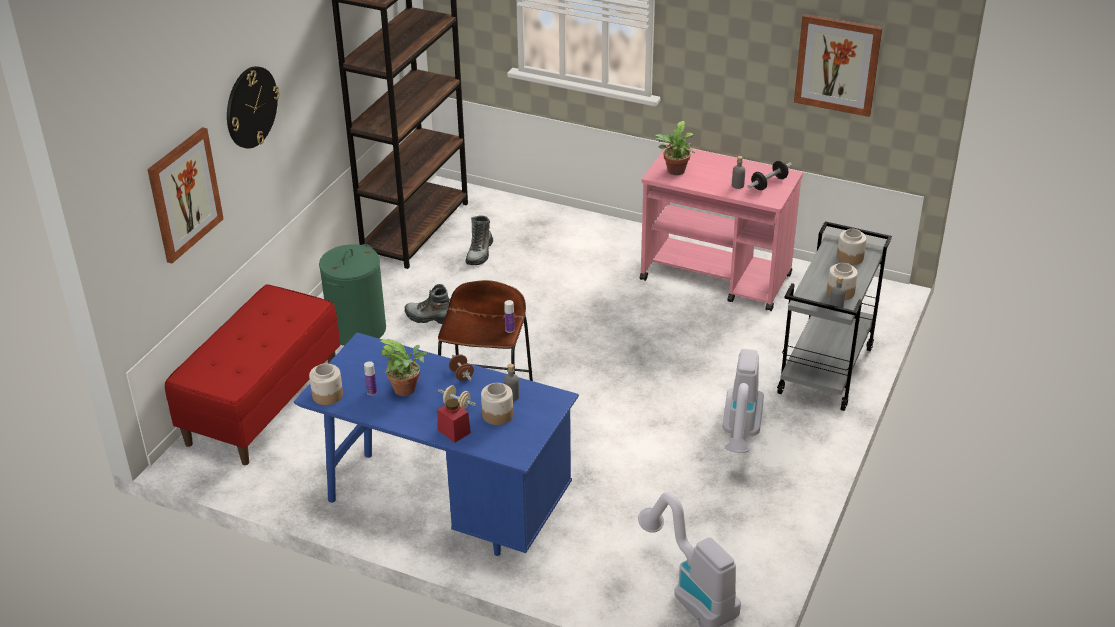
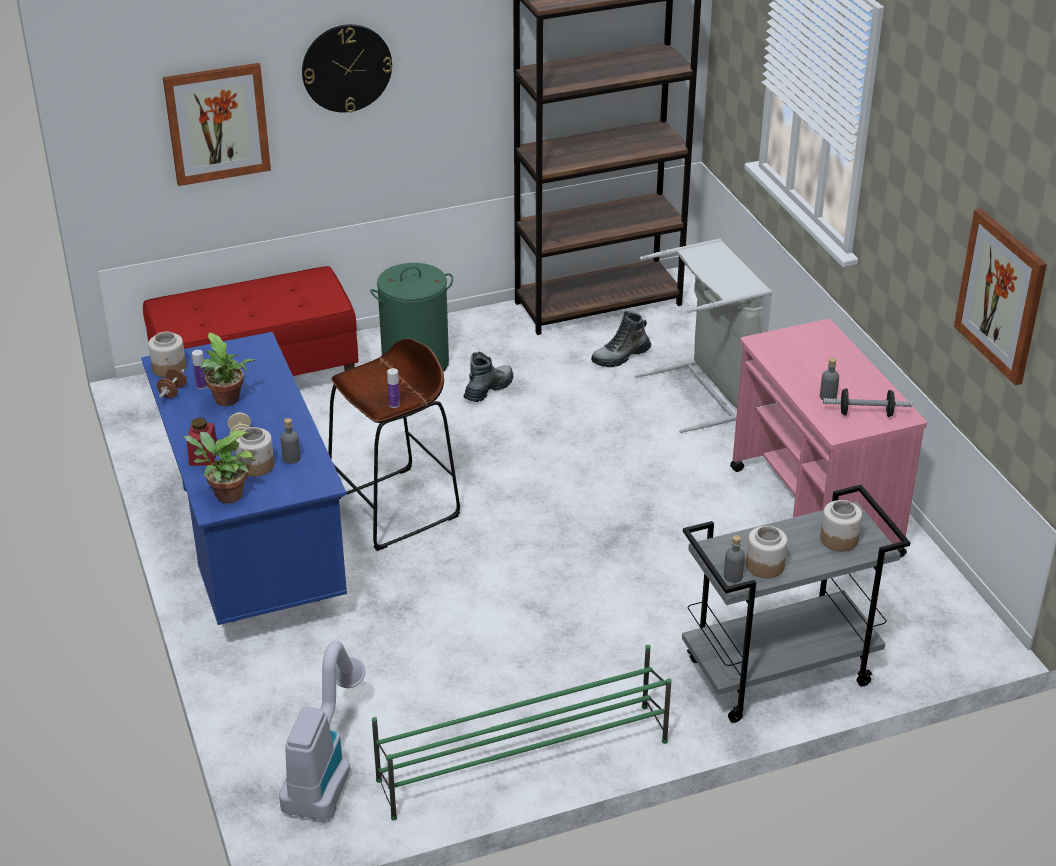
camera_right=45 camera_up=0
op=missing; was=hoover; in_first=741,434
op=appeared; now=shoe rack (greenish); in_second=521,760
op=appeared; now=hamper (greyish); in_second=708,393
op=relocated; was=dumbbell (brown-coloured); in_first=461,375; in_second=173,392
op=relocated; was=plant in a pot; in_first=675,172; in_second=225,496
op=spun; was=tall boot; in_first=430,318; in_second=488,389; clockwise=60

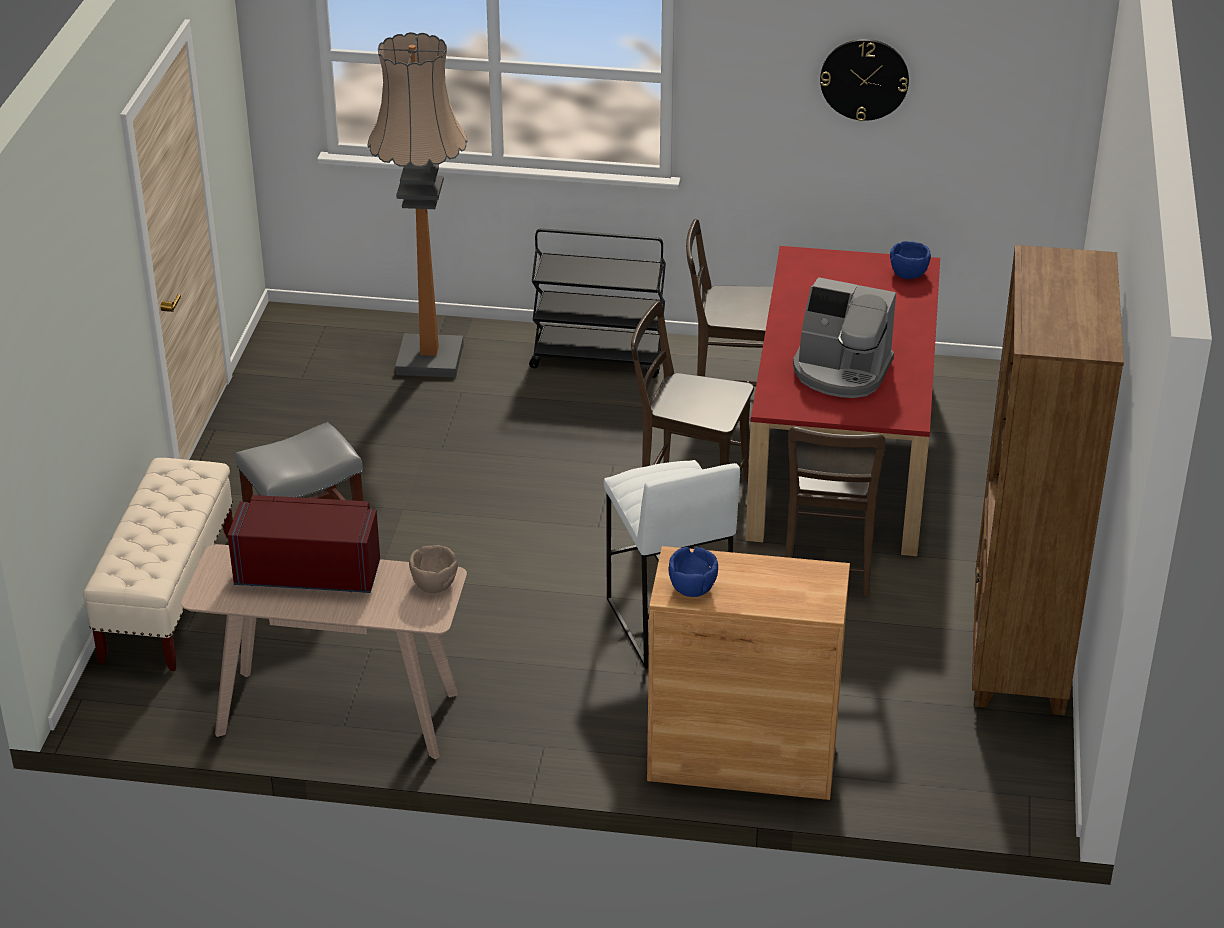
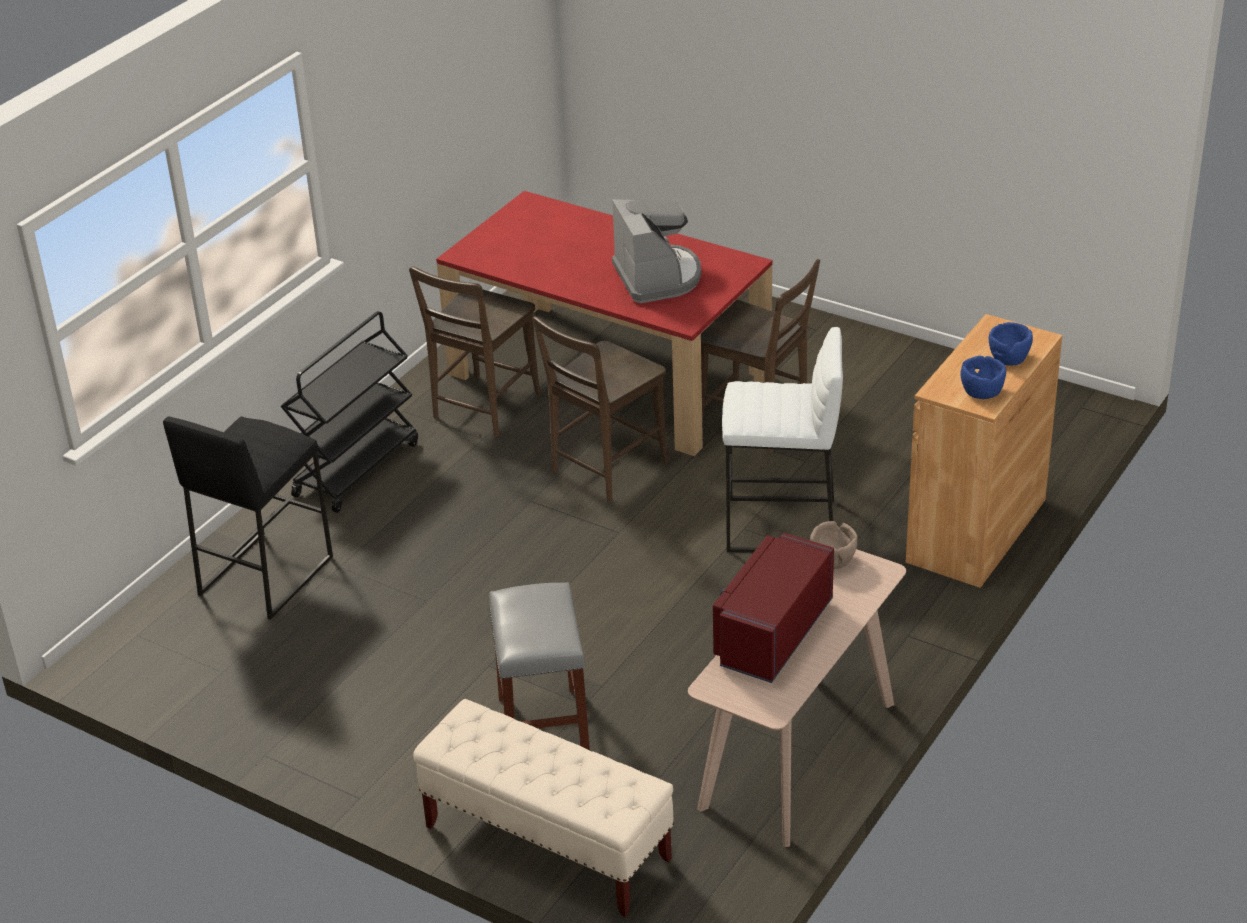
camera_right=-65 camera_up=0
op=missing; was=hanging clock; in_first=864,79
op=missing; was=bookshelf (brown-coloured); in_first=1017,652
op=relocated; was=deep dish (blue); in_first=909,273; in_second=1009,358
op=exchanged; was=standard lamp; now=stool seat (black); in_first=429,359; in_second=265,574
op=spun; was=coffee brewer; in_first=841,371; in_second=657,277; clockwise=-60

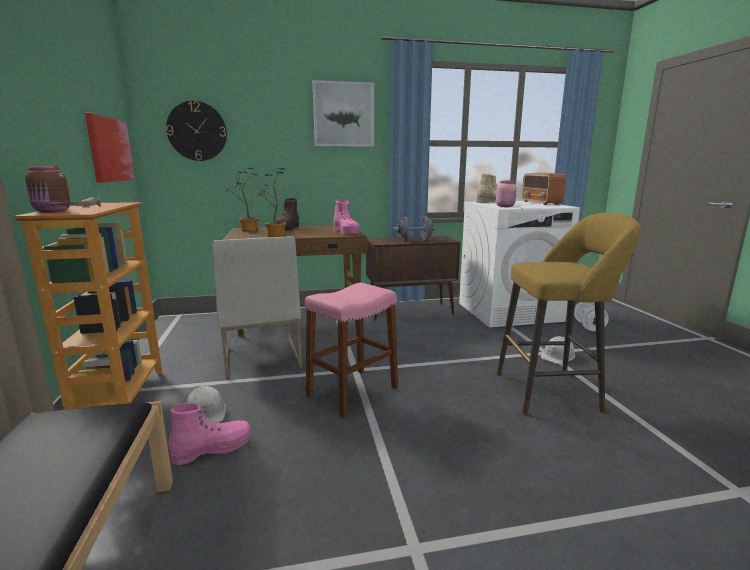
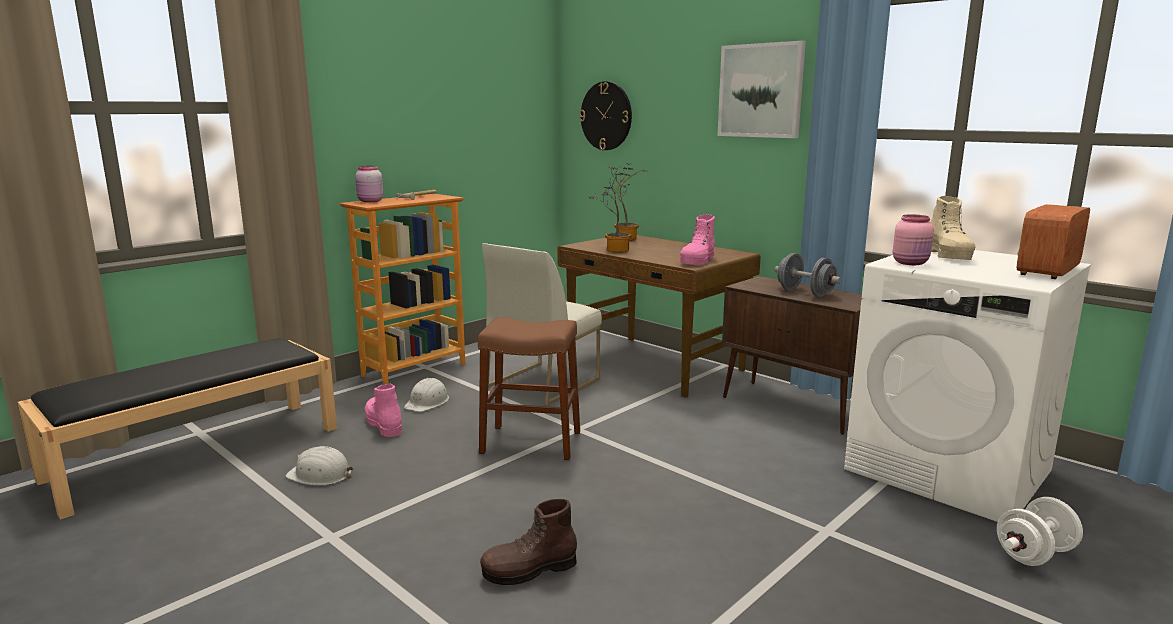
camera_right=55 camera_up=0
op=missing; was=wall picture; in_first=110,150
op=missing; was=stool seat (yellow); in_first=552,391
op=relocated; was=tall boot (brown-coloured); in_first=287,229; in_second=529,570
op=relocated; was=hard hat (white); in_first=558,355; in_second=320,475
op=colour; was=storage jar (brown-coloured); now=storage jar (pink-coloured); in_first=52,211; in_second=370,201
op=colour; was=stool seat (pink-coloured); now=stool seat (brown-coloured); in_first=352,391; in_second=531,442
op=spun; was=tall boot (pink-coloured); in_first=212,449; in_second=383,424; clockwise=-150

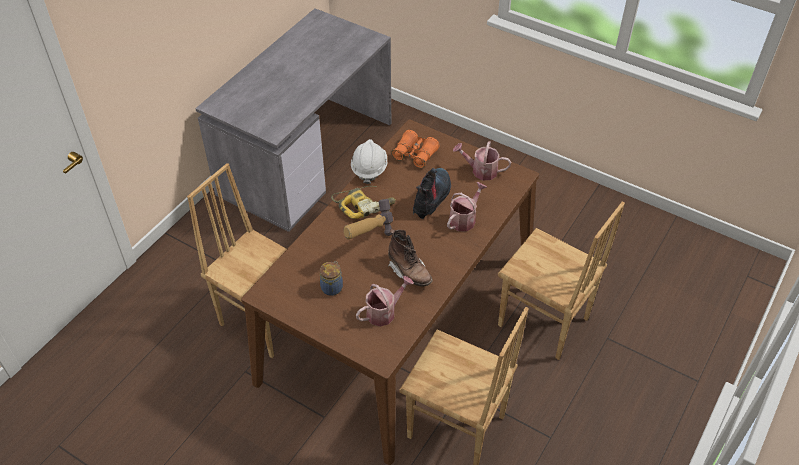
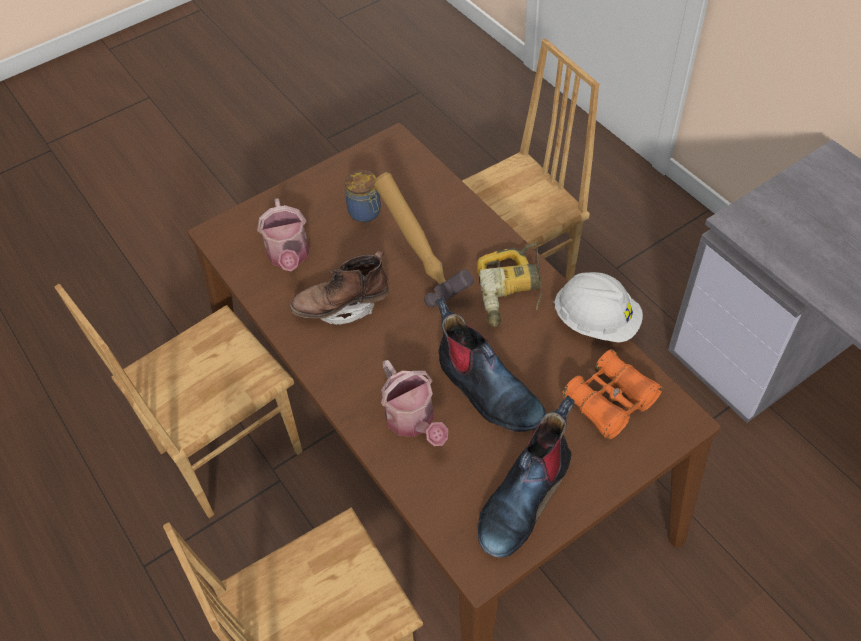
camera_right=115 camera_up=5
op=exchanged; was=watering pot; now=tall boot; in_first=481,171; in_second=524,497

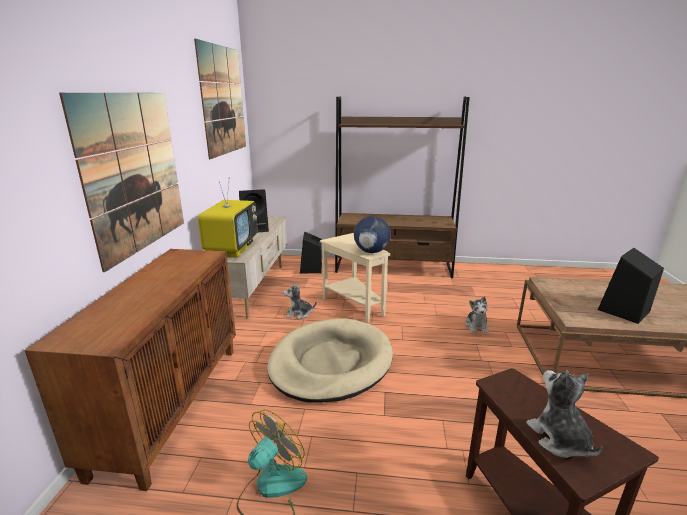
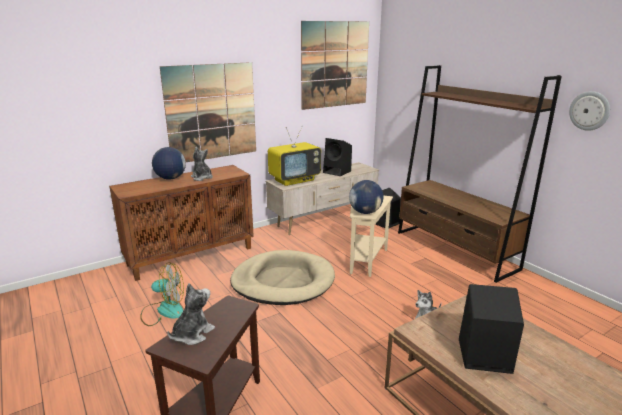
camera_right=50 camera_up=0
op=appeared; now=globe; in_second=170,178
op=appeared; now=hanging clock; in_second=589,111
op=relocated; was=plush toy; in_first=299,314; in_second=202,178

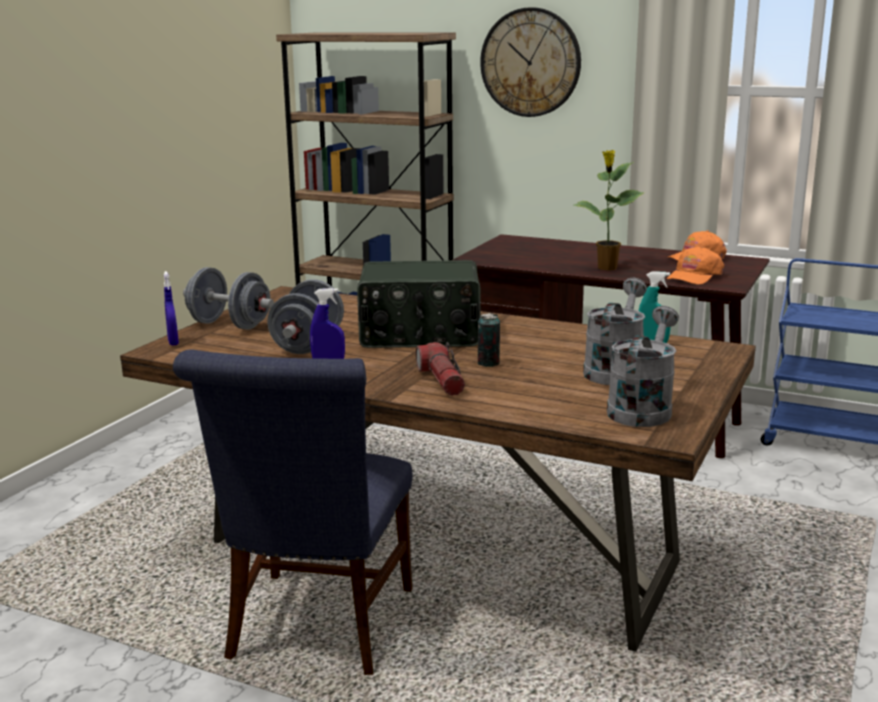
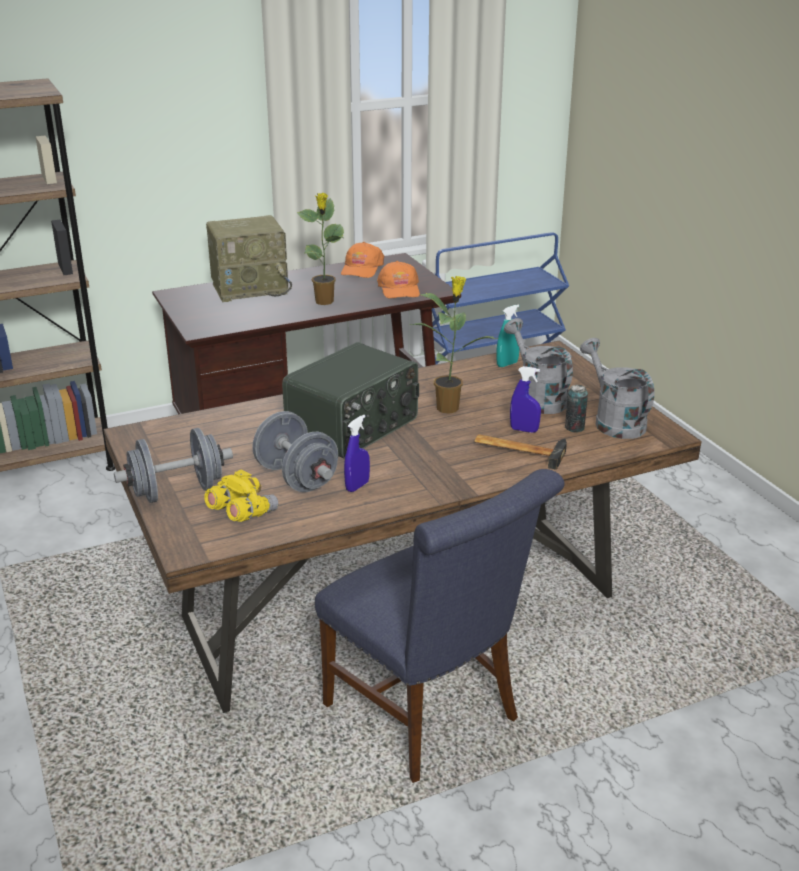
camera_right=-50 camera_up=10
op=missing; was=torch; in_first=442,380
op=missing; was=hanging clock; in_first=530,62
op=appeared; now=binoculars (yellow); in_second=241,513
op=appeared; now=radio set; in_second=251,288
op=appeared; now=plant in a pot; in_second=449,407
op=appeared; now=hand hammer; in_second=519,450
op=relocated; was=spray bottle (blue); in_first=173,342; in_second=524,430
op=relocated; was=sealed can; in_first=488,363; in_second=574,428

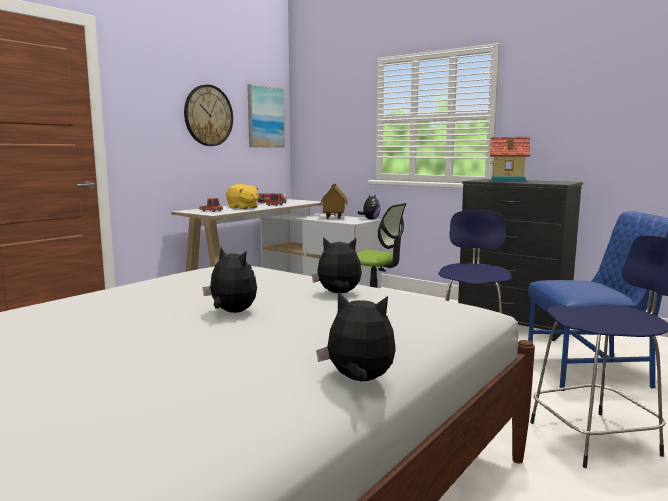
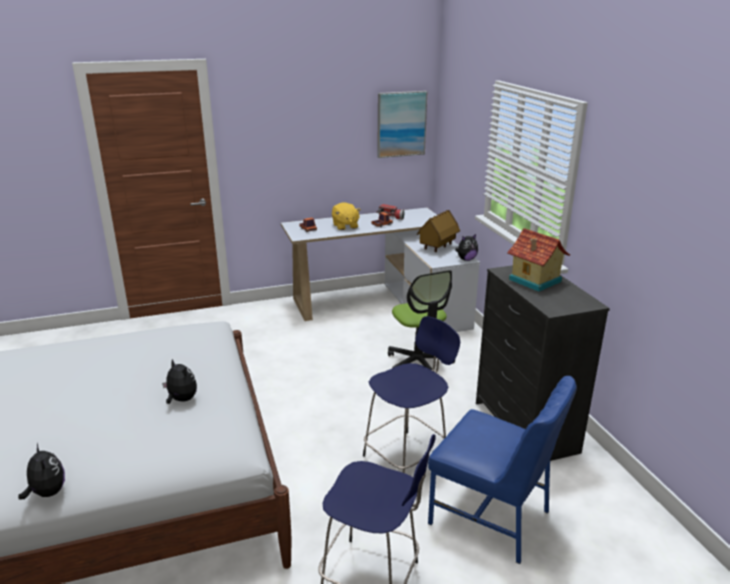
camera_right=35 camera_up=15
op=missing; was=hanging clock; in_first=208,115
op=missing; was=plush toy; in_first=231,312

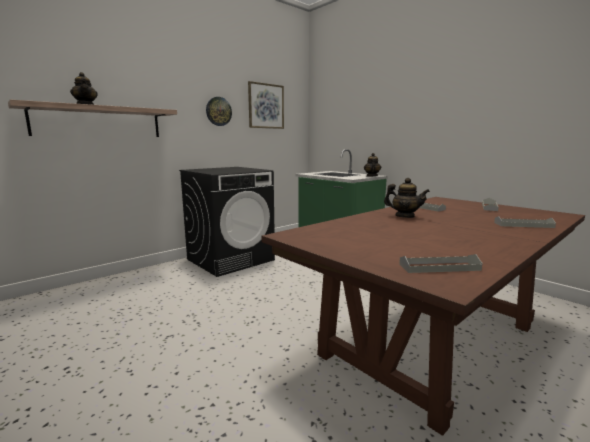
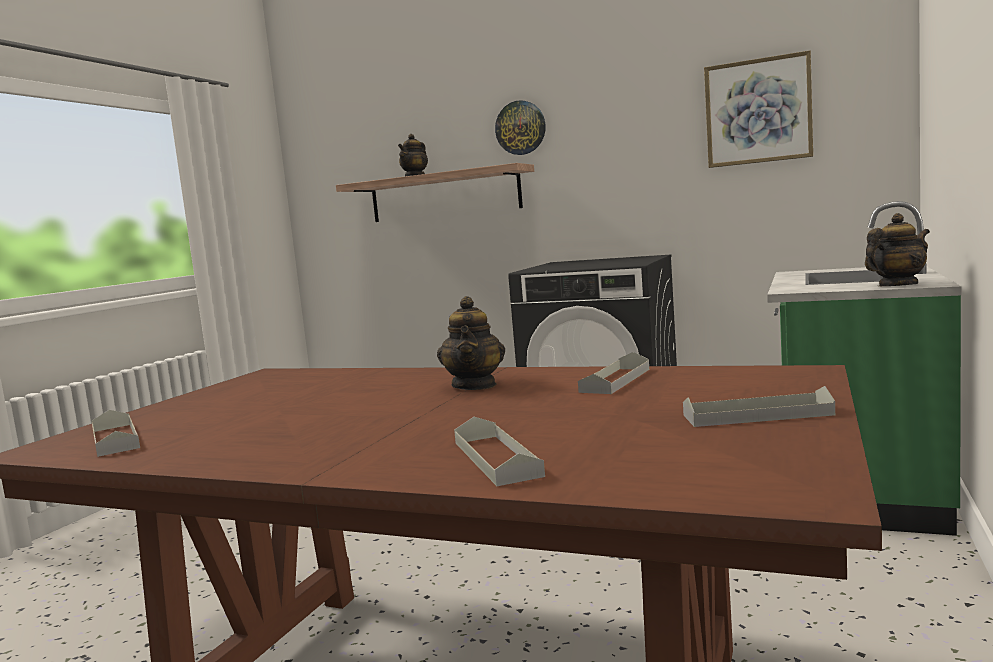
camera_right=65 camera_up=-5
op=relocated; was=hanging clock; in_first=218,111; in_second=520,128

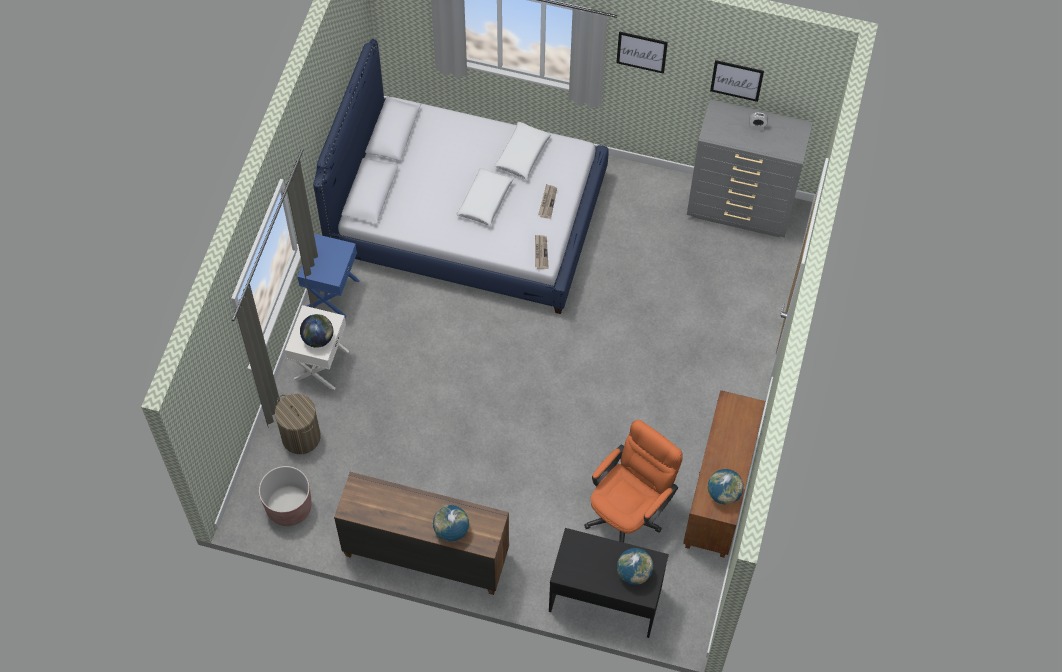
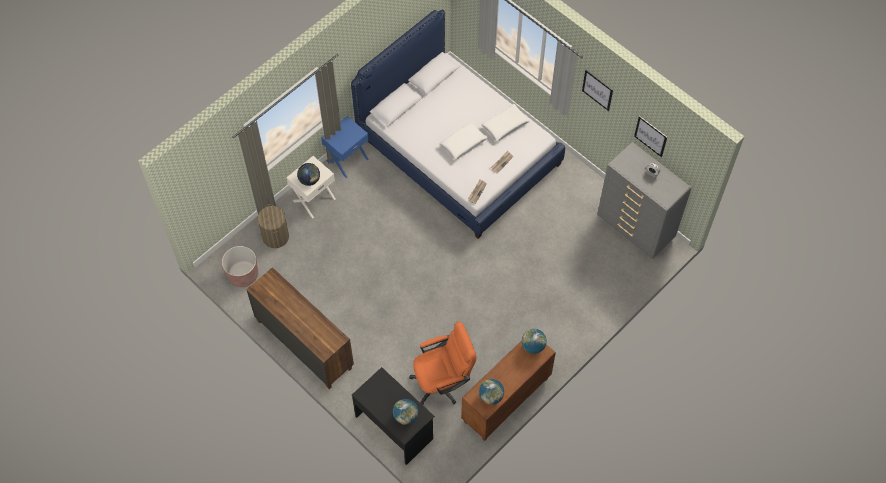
camera_right=30 camera_up=0
op=relocated; was=globe; in_first=451,530; in_second=533,346

